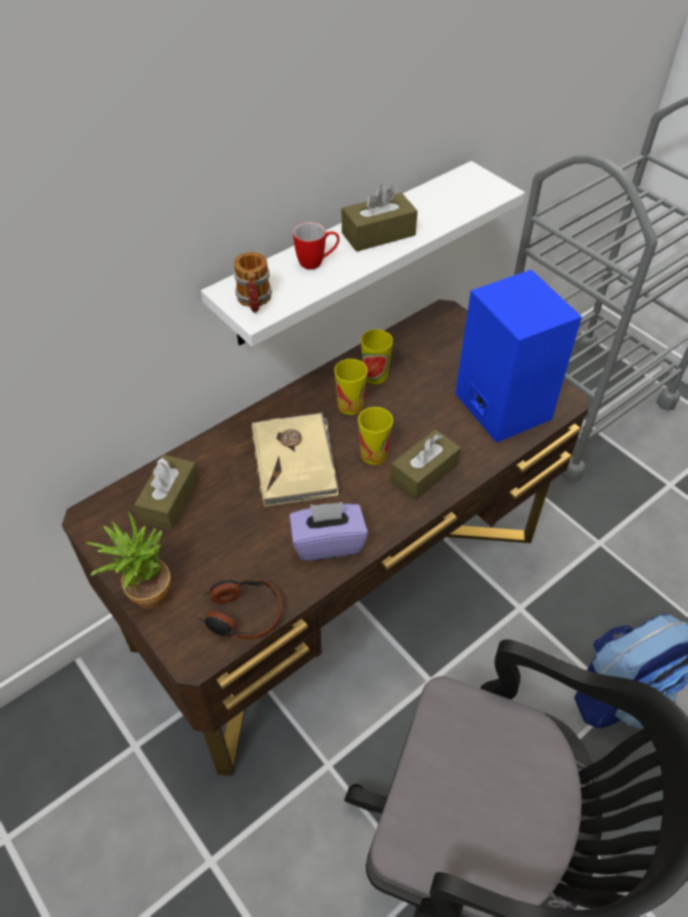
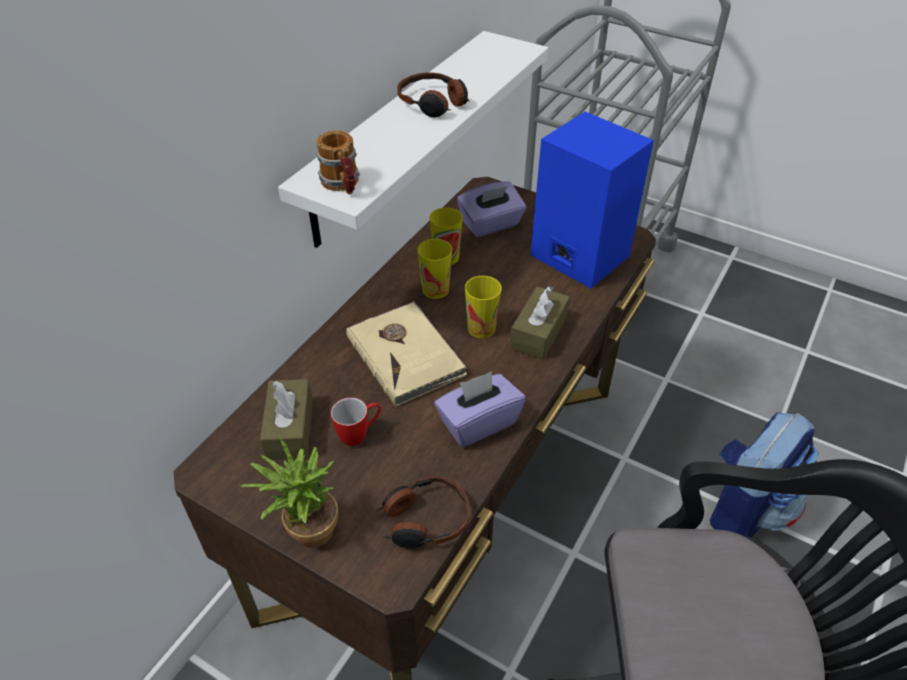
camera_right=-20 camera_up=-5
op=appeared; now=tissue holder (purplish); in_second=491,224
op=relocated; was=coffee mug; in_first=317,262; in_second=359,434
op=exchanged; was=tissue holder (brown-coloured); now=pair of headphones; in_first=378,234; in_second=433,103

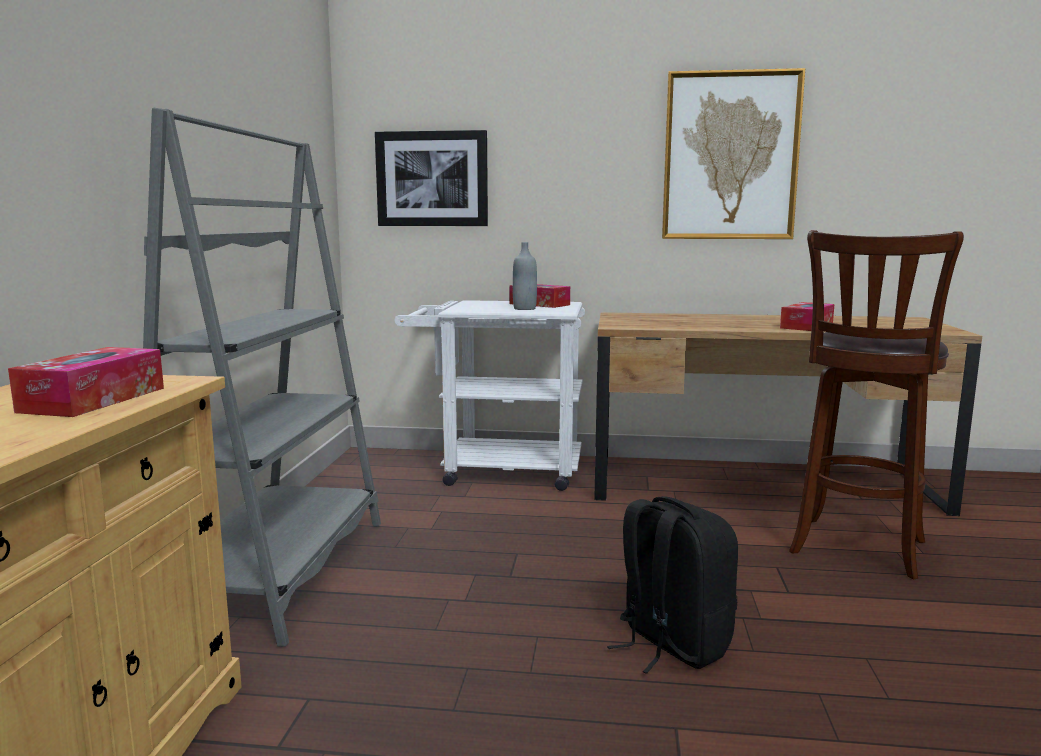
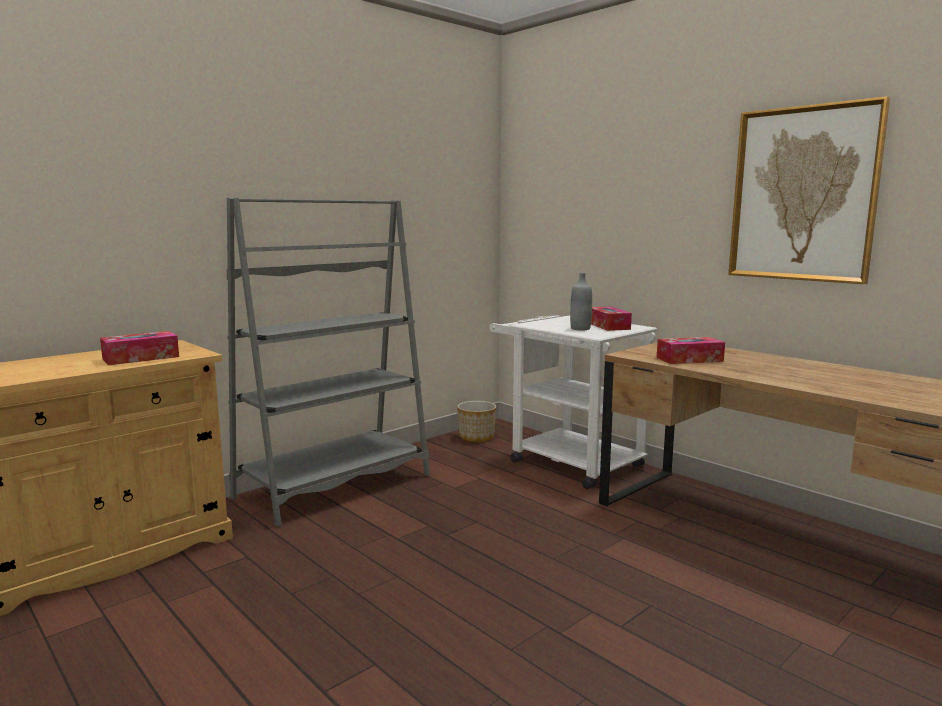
camera_right=40 camera_up=0
op=missing; was=wall picture; in_first=432,179
op=missing; was=backpack (black); in_first=670,644
op=missing; was=stool seat (brown-coloured); in_first=857,549
op=appeared; now=flower pot; in_second=476,437
op=relocated; was=tissue holder; in_first=806,326; in_second=689,359

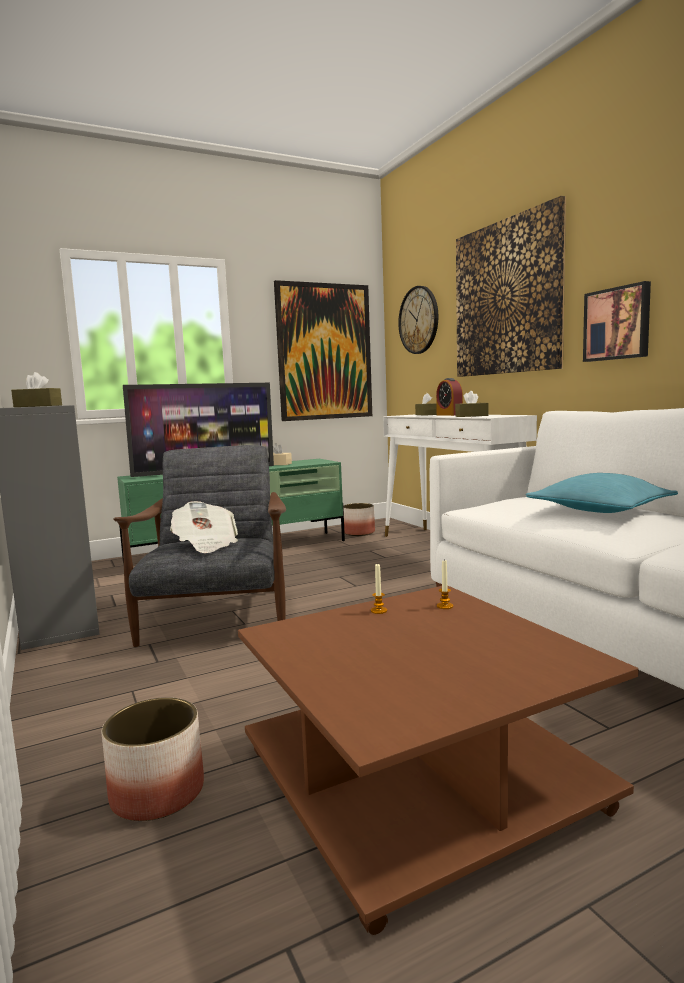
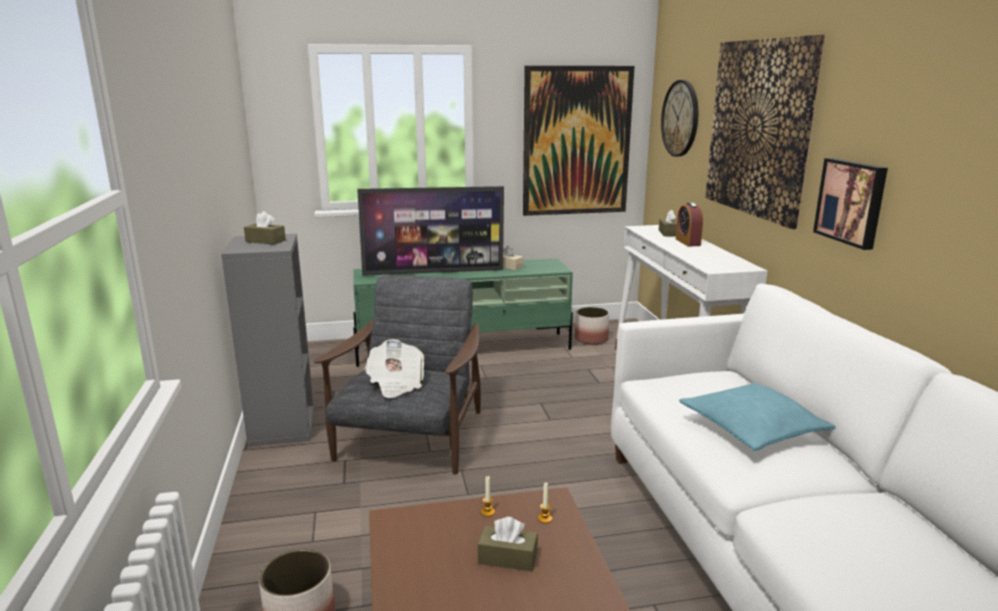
camera_right=15 camera_up=10
op=relocated; was=tissue holder (brown-coloured); in_first=471,416; in_second=507,558

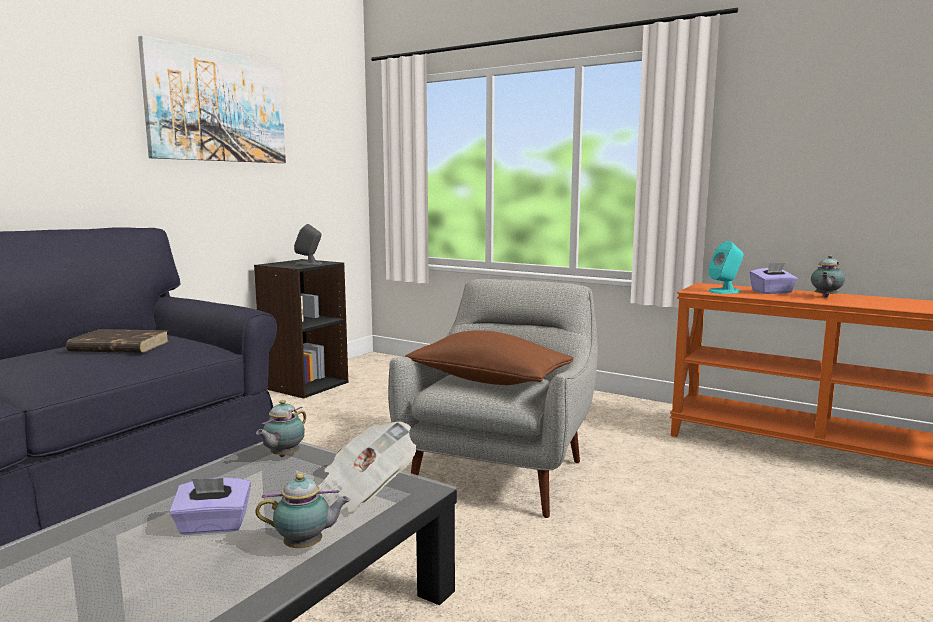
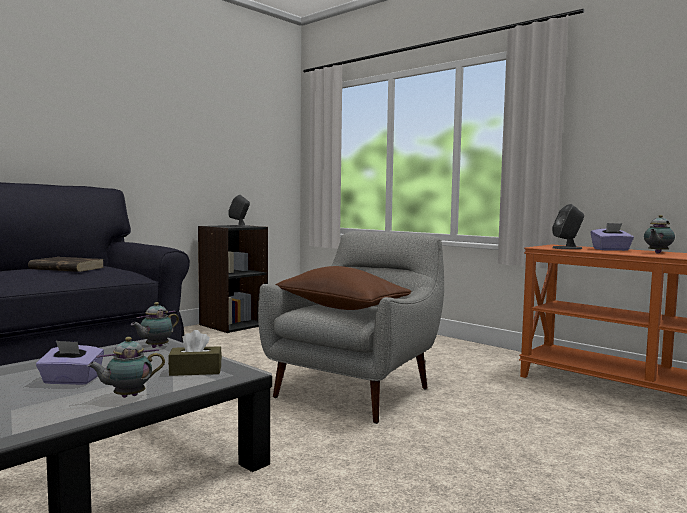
camera_right=10 camera_up=-5
op=missing; was=wall picture; in_first=218,106
op=exchanged; was=newspaper; now=tissue holder (brown-coloured); in_first=362,492; in_second=195,371
op=colour; was=audio speaker (turquoise); now=audio speaker (greyish); in_first=724,291; in_second=567,248
op=spun; was=pot for tea; in_first=306,546; in_second=127,396; clockwise=150

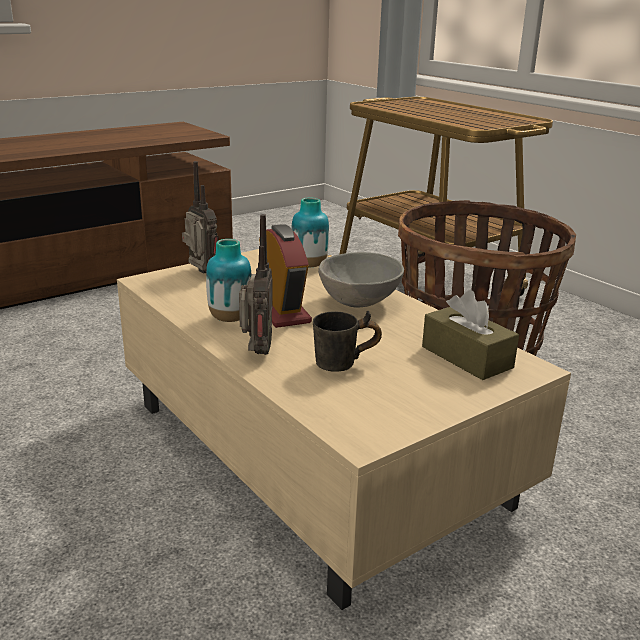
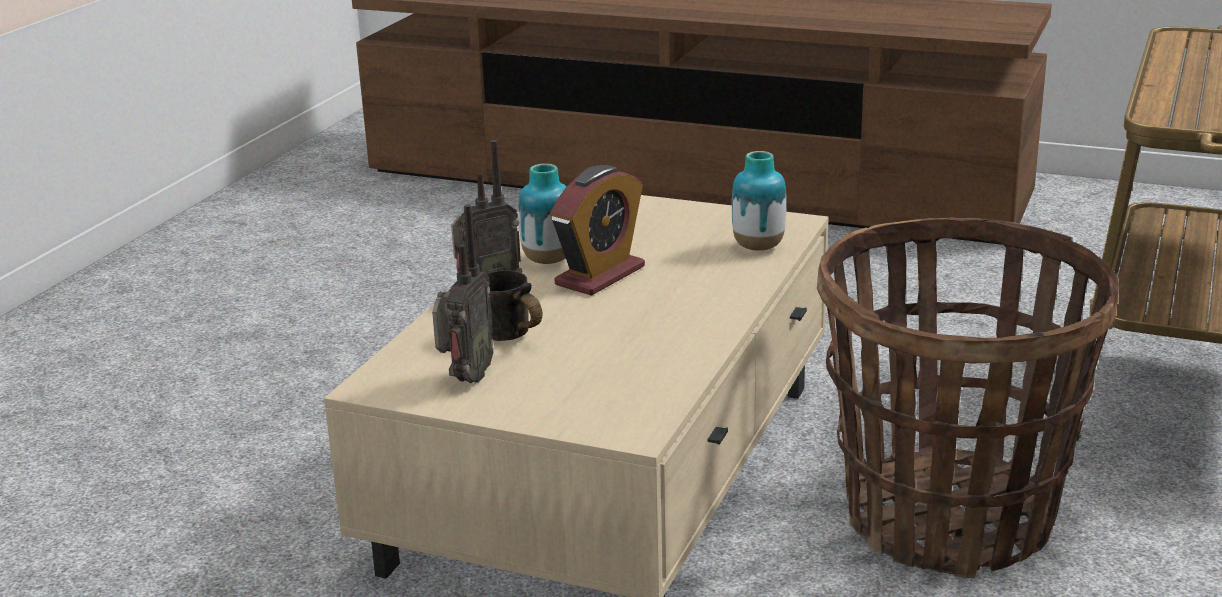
camera_right=60 camera_up=0
op=missing; was=deep dish (greyish); in_first=360,303
op=missing; was=tissue holder (brown-coloured); in_first=466,357
op=relocated; was=radio set; in_first=201,273; in_second=465,379

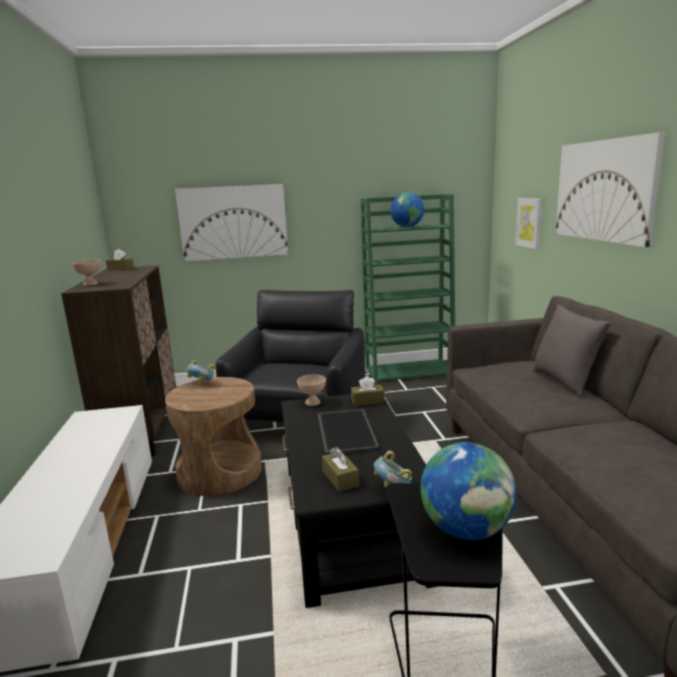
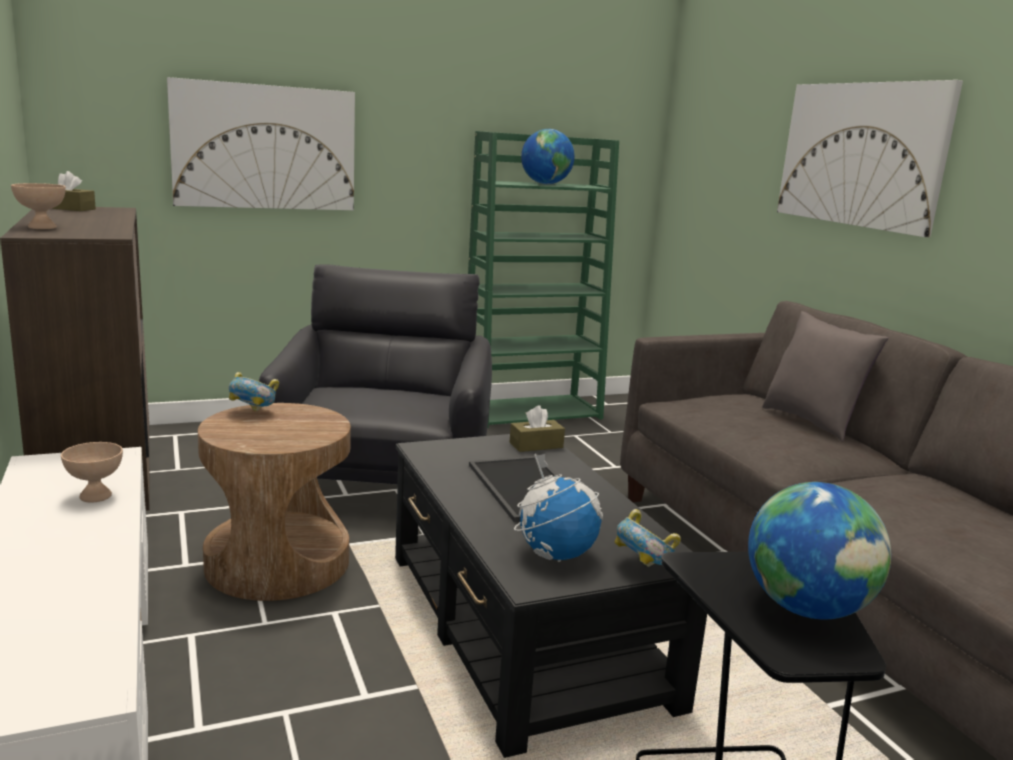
camera_right=-15 camera_up=0
op=missing; was=wall picture; in_first=529,223
op=relocated; was=deep dish (beige); in_first=313,402; in_second=96,496
op=exchanged; was=tissue holder (brown-coloured); now=globe; in_first=340,478; in_second=555,554

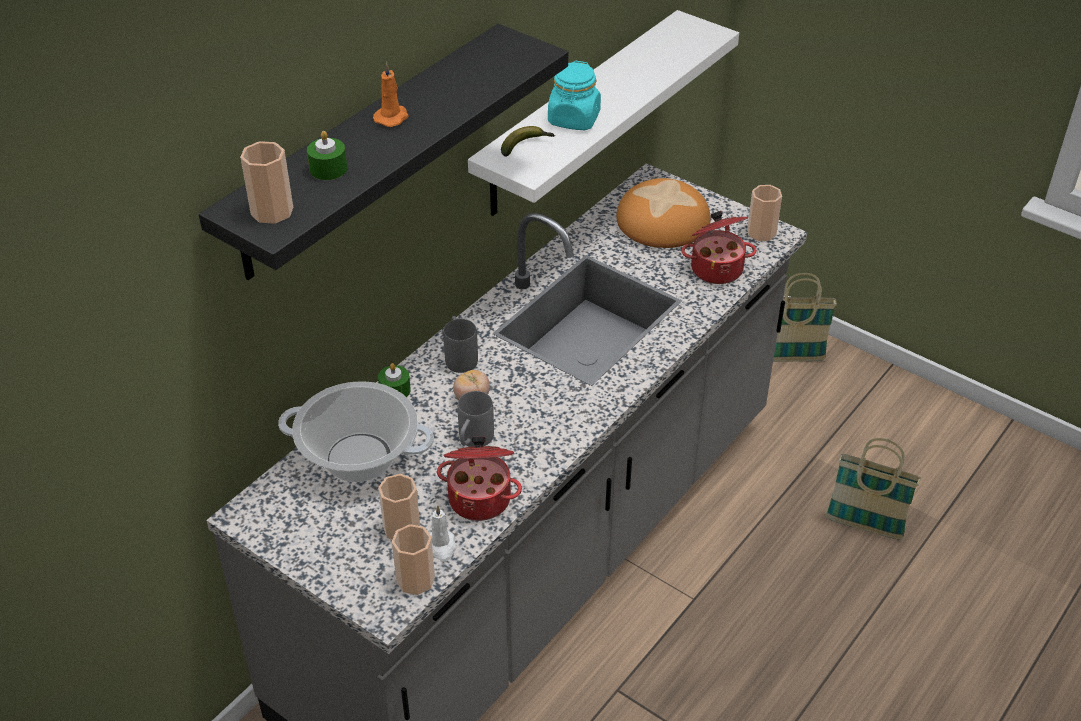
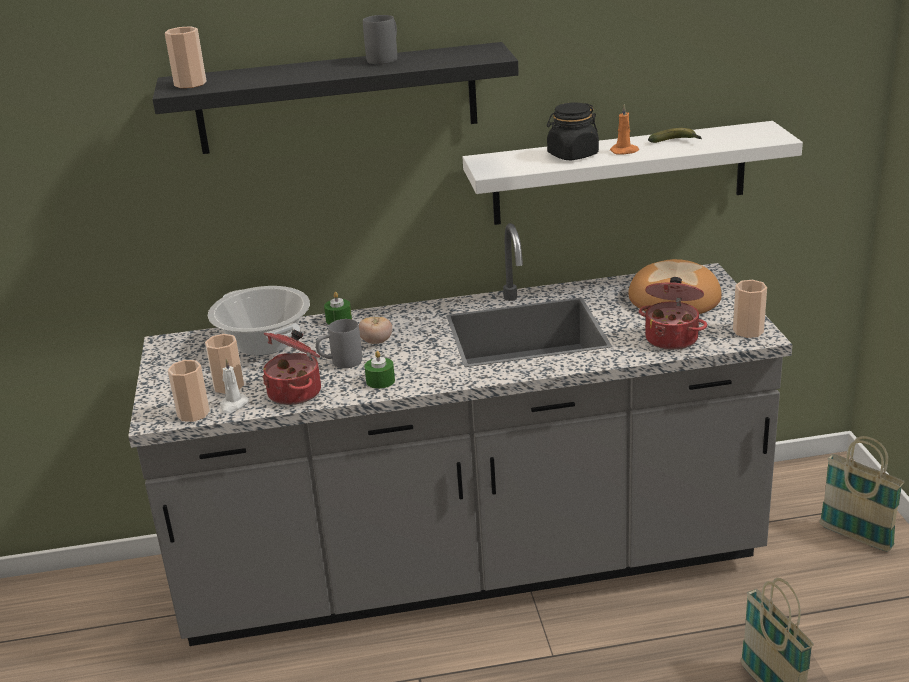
camera_right=45 camera_up=-15
op=relocated; was=wax light (greenish); in_first=328,169; in_second=380,381
op=relocated; was=wax light (orange-coloured); in_first=392,117; in_second=625,151
op=relocated; was=coffee mug (greyish); in_first=459,356; in_second=386,58
op=relocated; was=banana; in_first=526,146; in_second=676,142
op=colour; was=storage jar (turquoise); now=storage jar (black); in_first=574,119; in_second=572,155

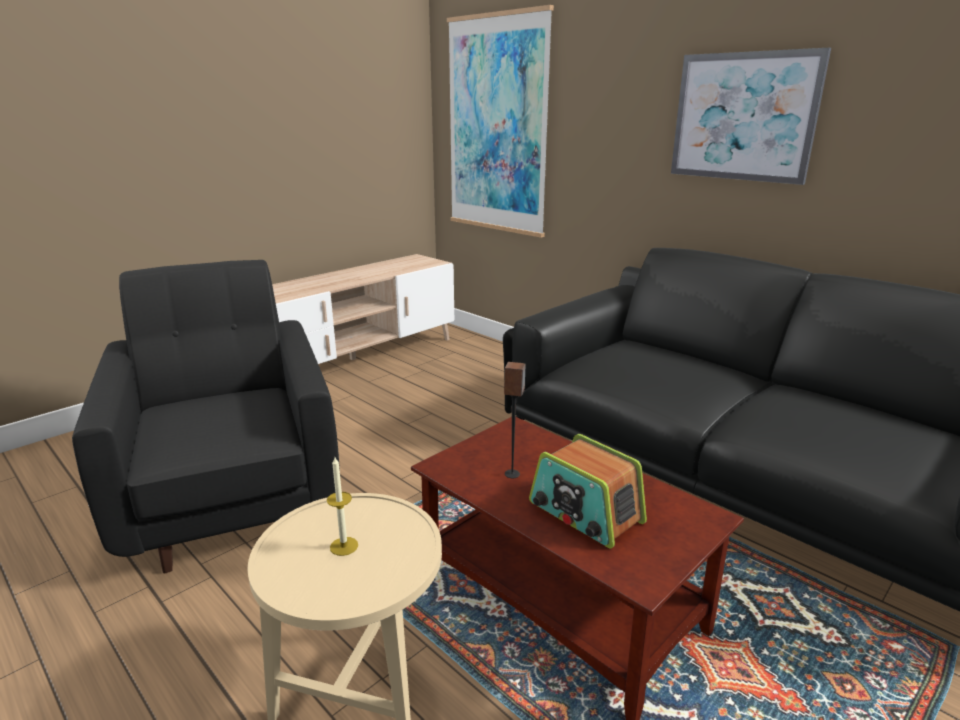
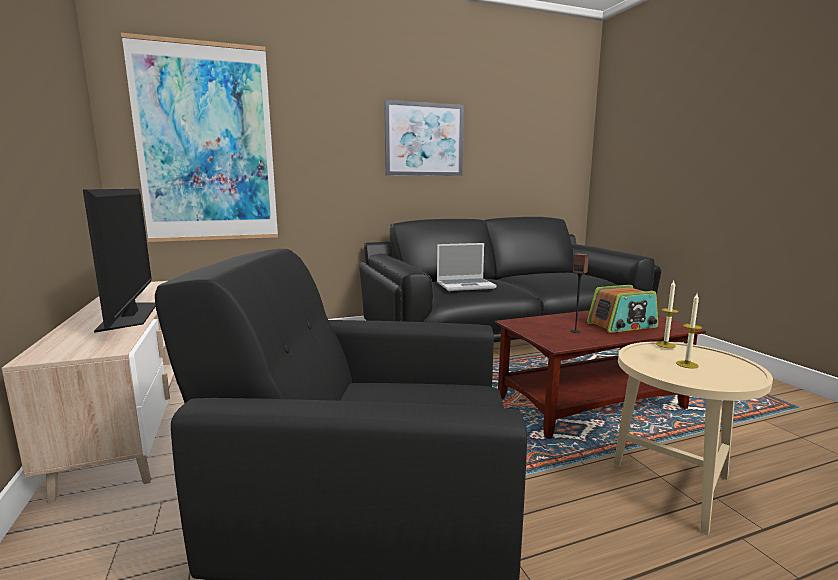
camera_right=-65 camera_up=-10
op=appeared; now=television; in_second=130,315
op=appeared; now=laptop; in_second=466,285
op=appeared; now=wax light; in_second=665,345

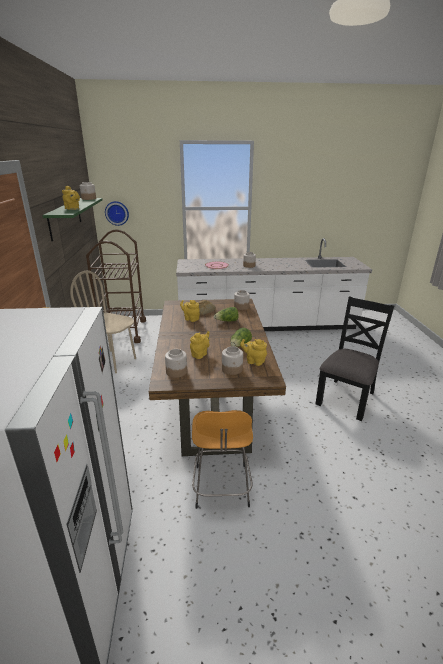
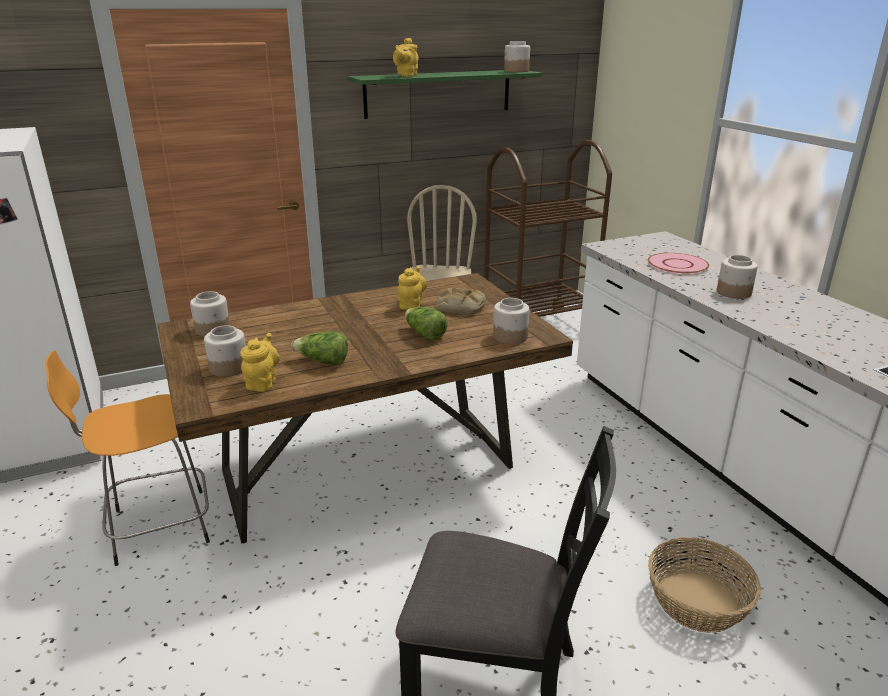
camera_right=70 camera_up=0
op=missing; was=hanging clock; in_first=117,213
op=missing; was=pot for tea (yellow); in_first=200,354
op=appeared; now=storage basket; in_second=698,601

